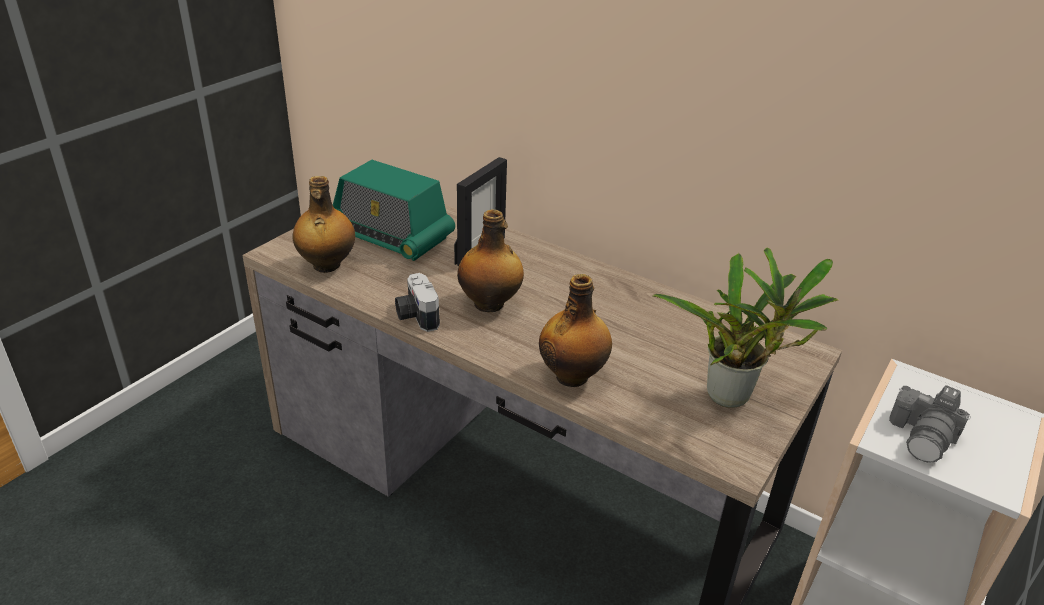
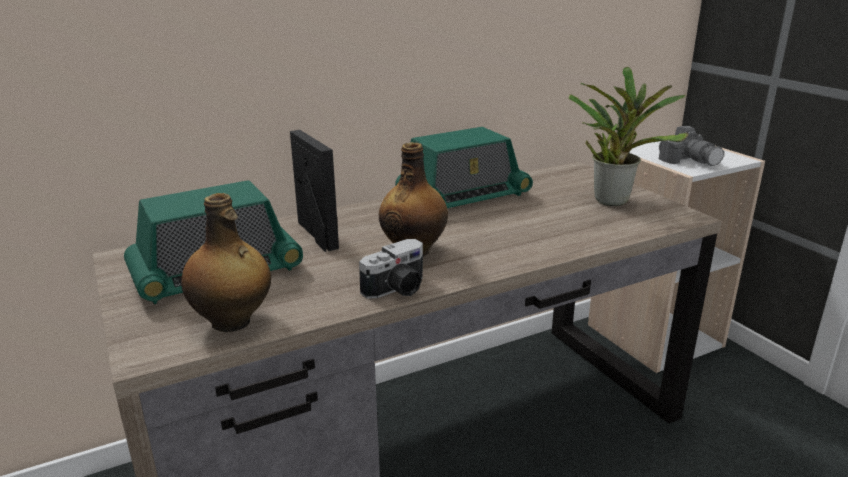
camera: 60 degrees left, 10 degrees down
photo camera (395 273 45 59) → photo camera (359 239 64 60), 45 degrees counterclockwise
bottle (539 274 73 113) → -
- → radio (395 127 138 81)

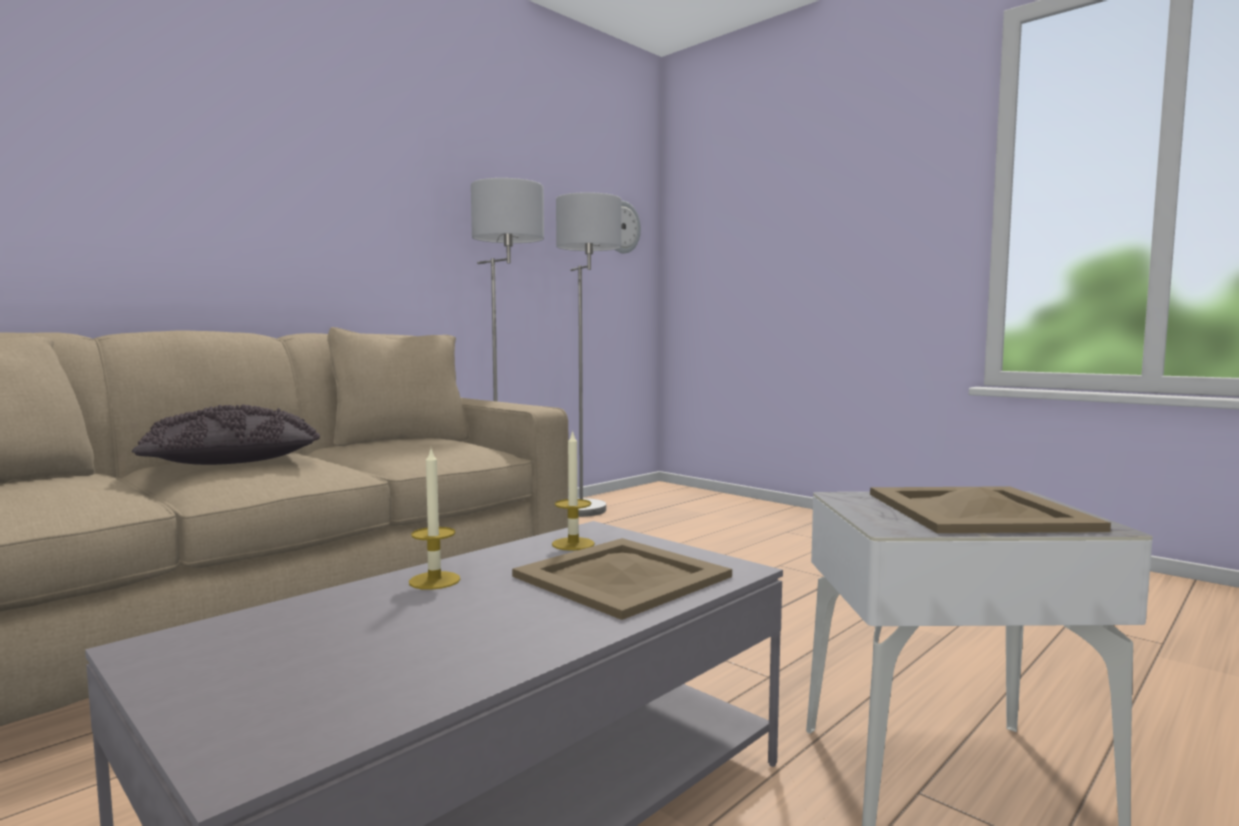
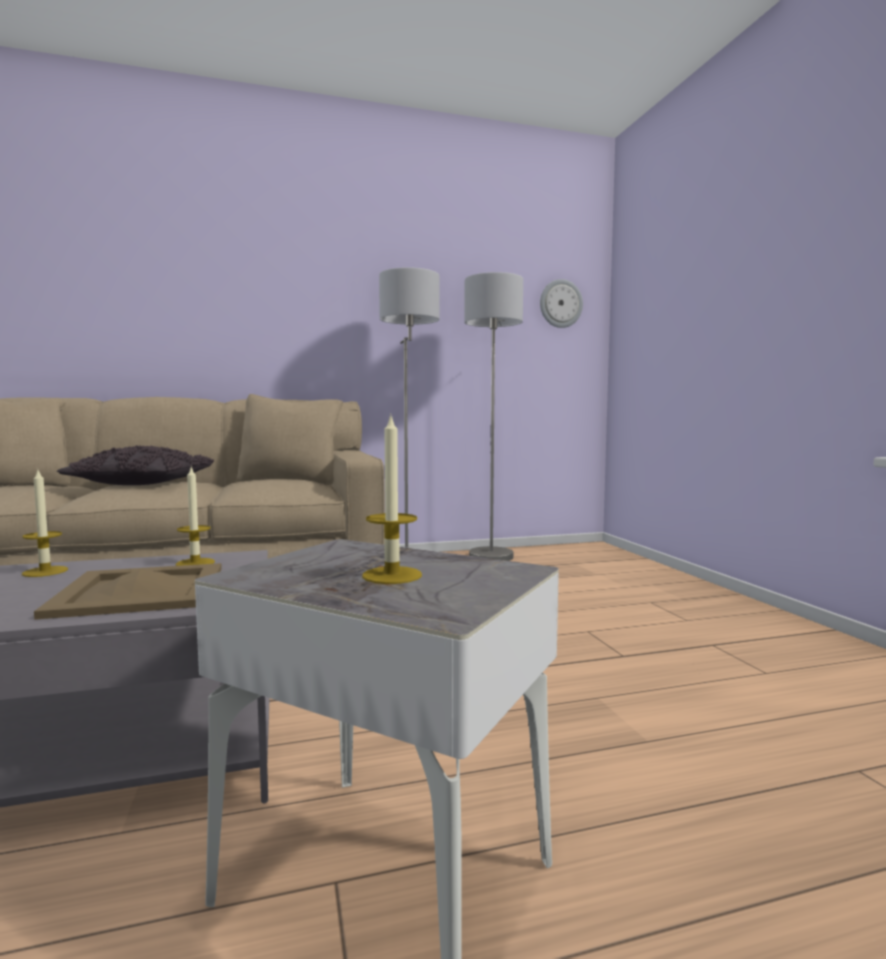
camera: 30 degrees right, 0 degrees up
beige tray (870 486 241 47) → candle (362 413 60 171)

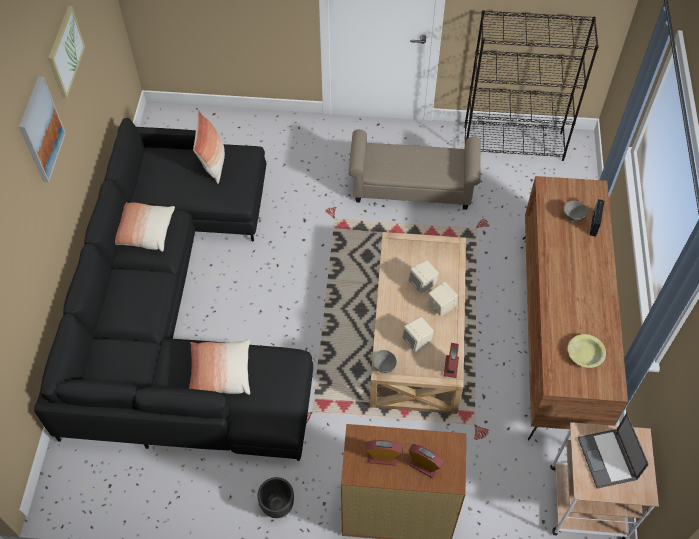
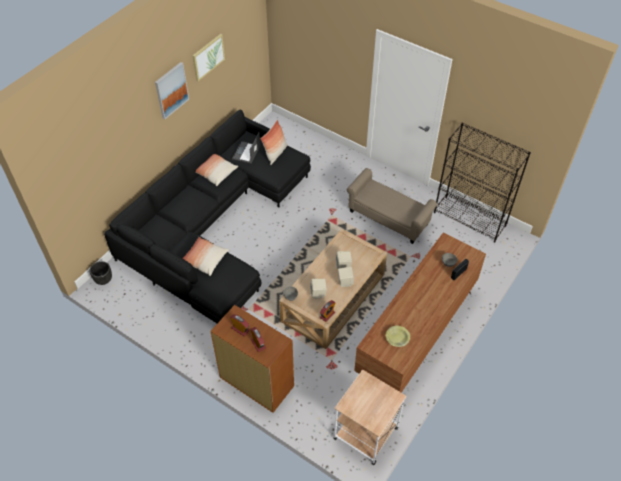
camera: 30 degrees right, 5 degrees down
laptop (578 413 71 76) → laptop (232 133 28 30), moved
black planter (257 477 37 41) → black planter (90 261 22 24), moved

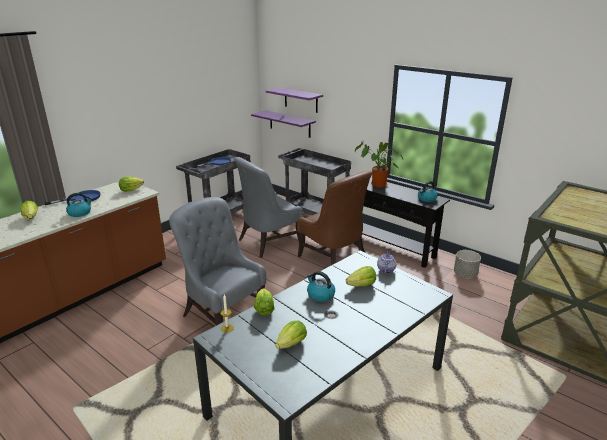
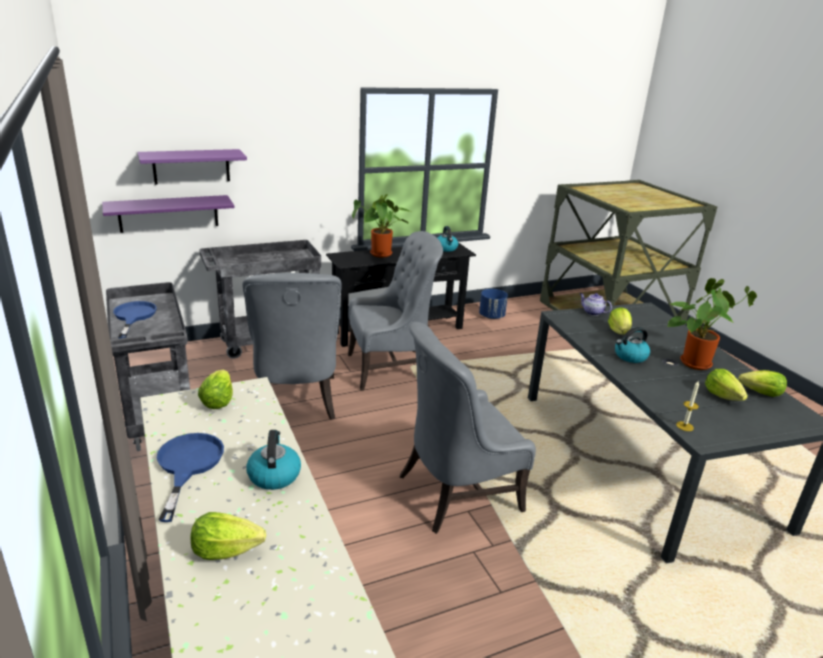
camera: 65 degrees left, 0 degrees up
brown chair (297 171 75 94) → grey chair (348 231 95 160)
grey planter (454 250 27 28) → blue planter (479 289 29 30)
lettuce (254 288 20 28) → lettuce (739 370 48 27), moved
- → potted plant (667 278 90 92)

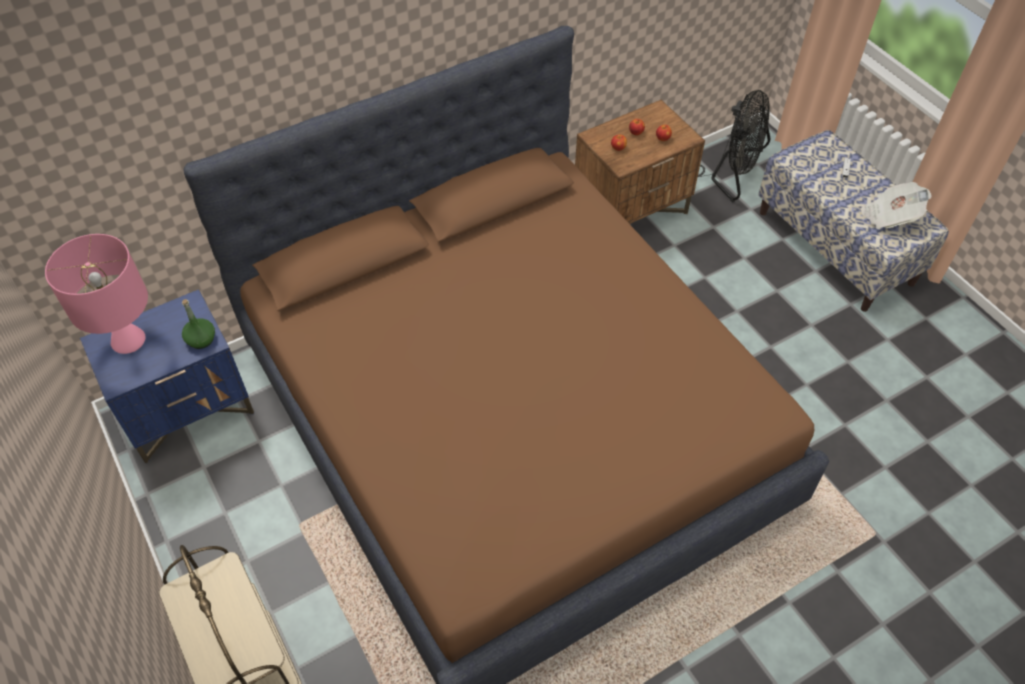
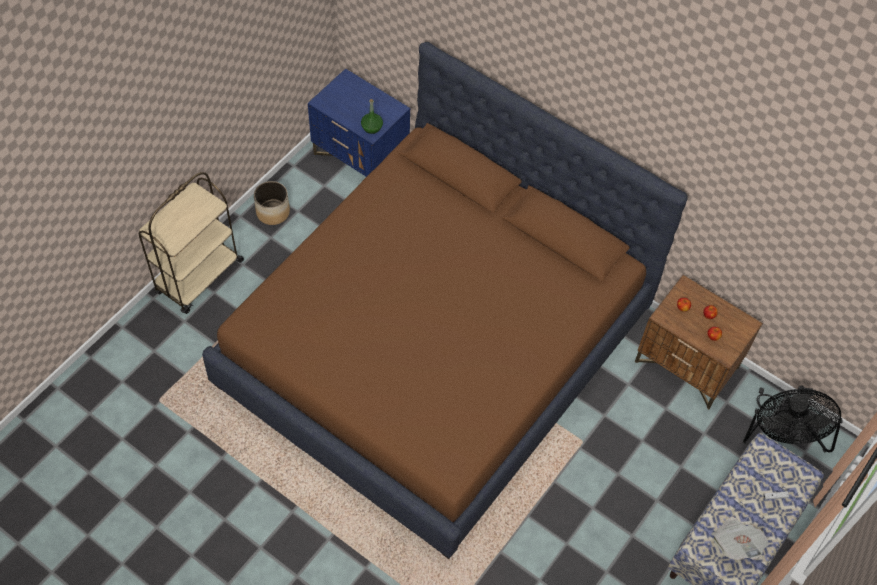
camera: 65 degrees right, 5 degrees up
pink table lamp (45 234 103 120) → -
- → planter (254 181 36 44)

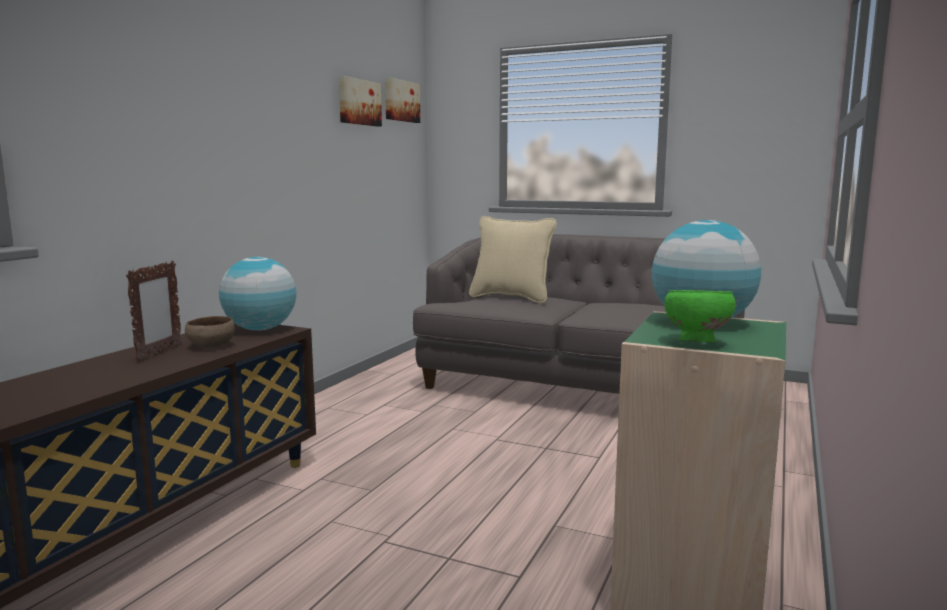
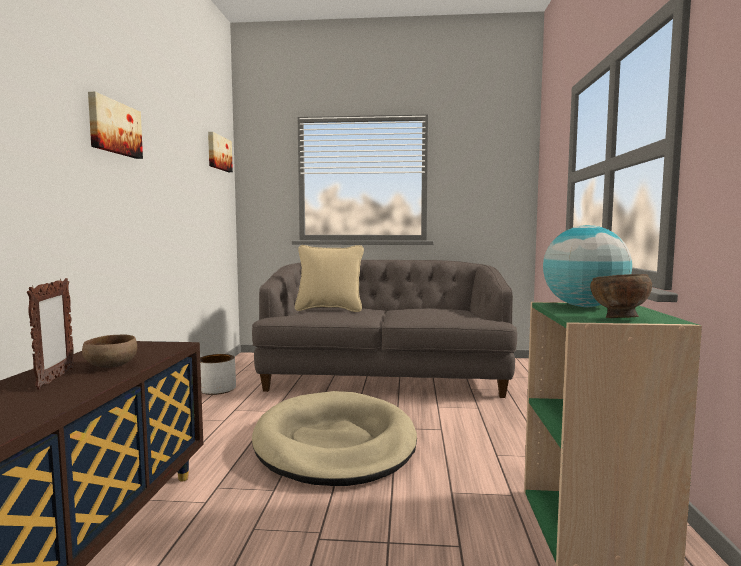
camera: 20 degrees left, 5 degrees down
picture (339 76 43 50) → picture (88 92 55 67), moved
globe (219 257 77 74) → -
green bowl (664 290 72 53) → brown bowl (590 274 62 44)
- → white planter (200 354 36 41)
- → beige dog bed (252 391 165 95)

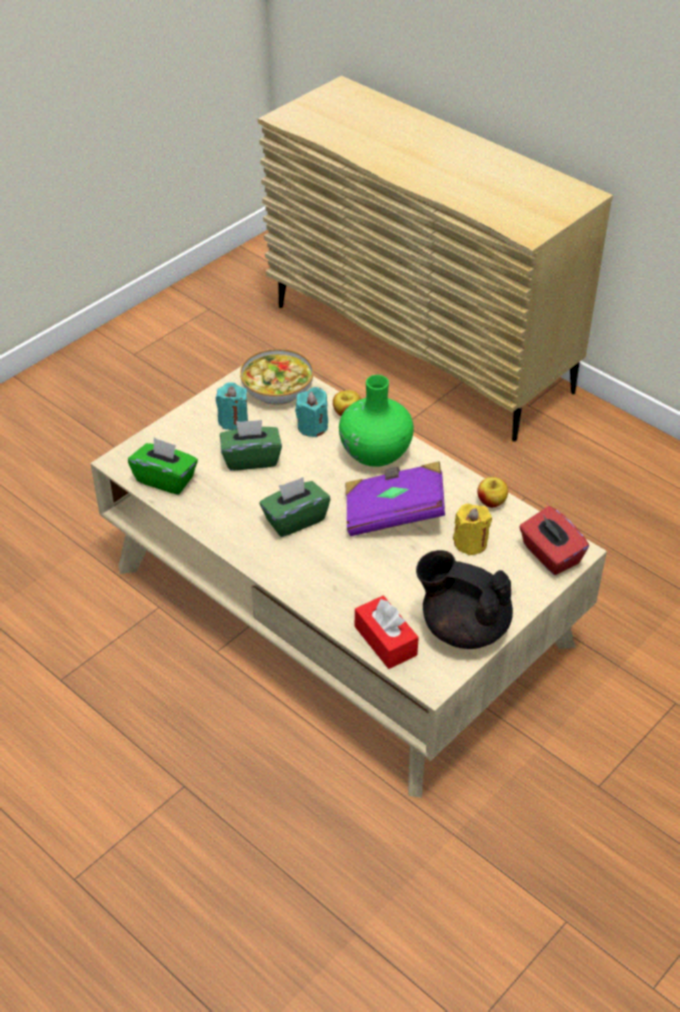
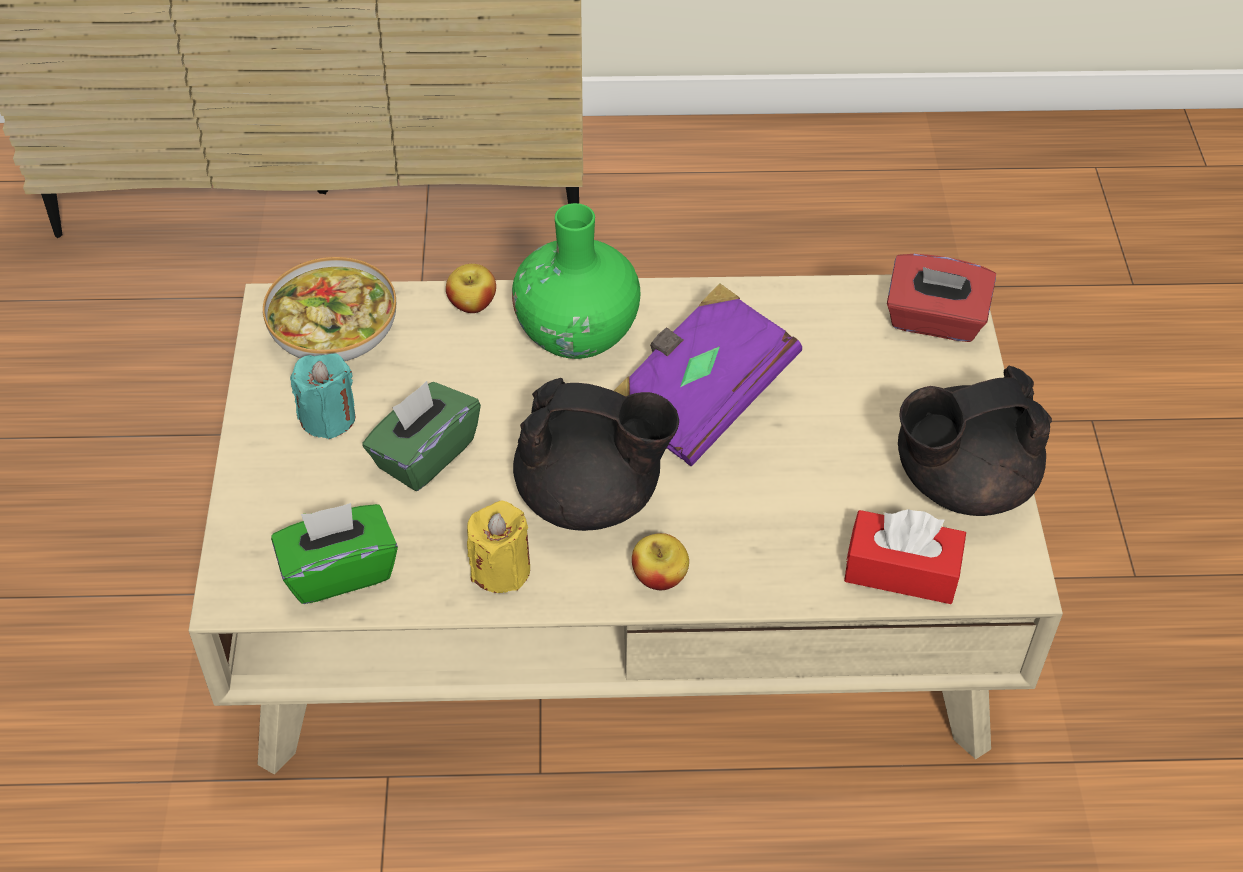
camera: 45 degrees left, 5 degrees up
turquoise candle (295 387 33 50) → -
green tissue box (259 477 71 60) → black teapot (513 378 166 153)
apple (477 477 31 31) → apple (632 533 57 57), moved
yellow candle (453 503 39 52) → yellow candle (467 501 63 92), moved

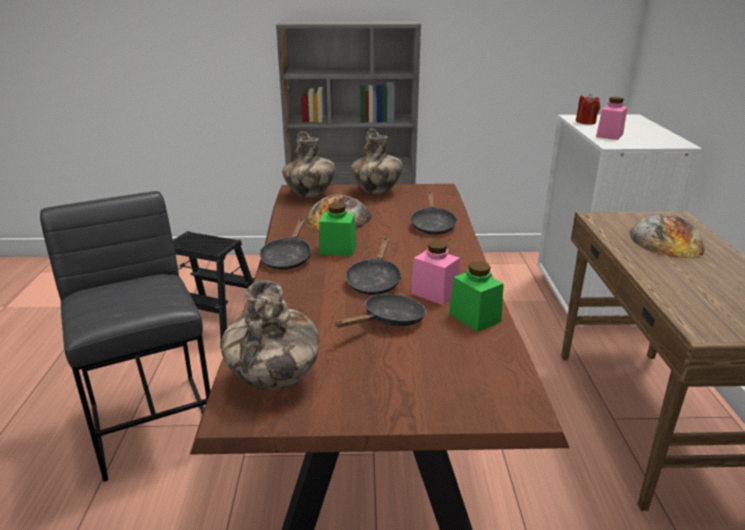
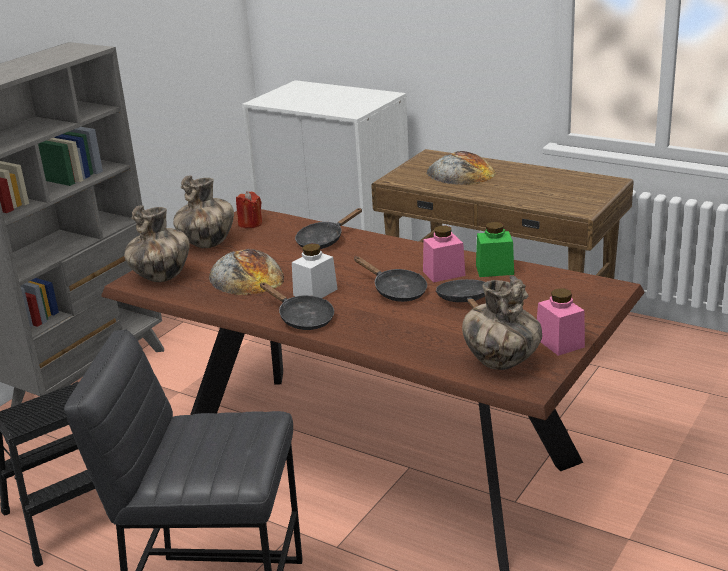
camera: 55 degrees left, 0 degrees up
red candle (576 94 24 31) → red candle (236 191 26 37), moved
pink jar (596 97 31 43) → pink jar (537 288 48 68), moved
black frying pan (410 192 47 43) → black frying pan (295 208 67 41), 105 degrees clockwise
green jar (319 203 38 53) → white jar (292 244 45 54)

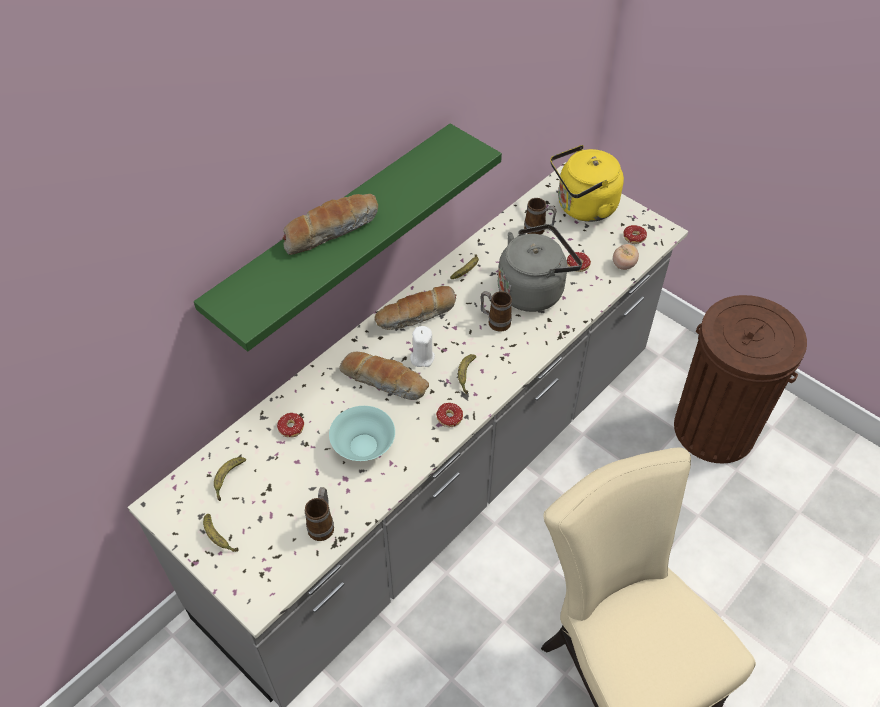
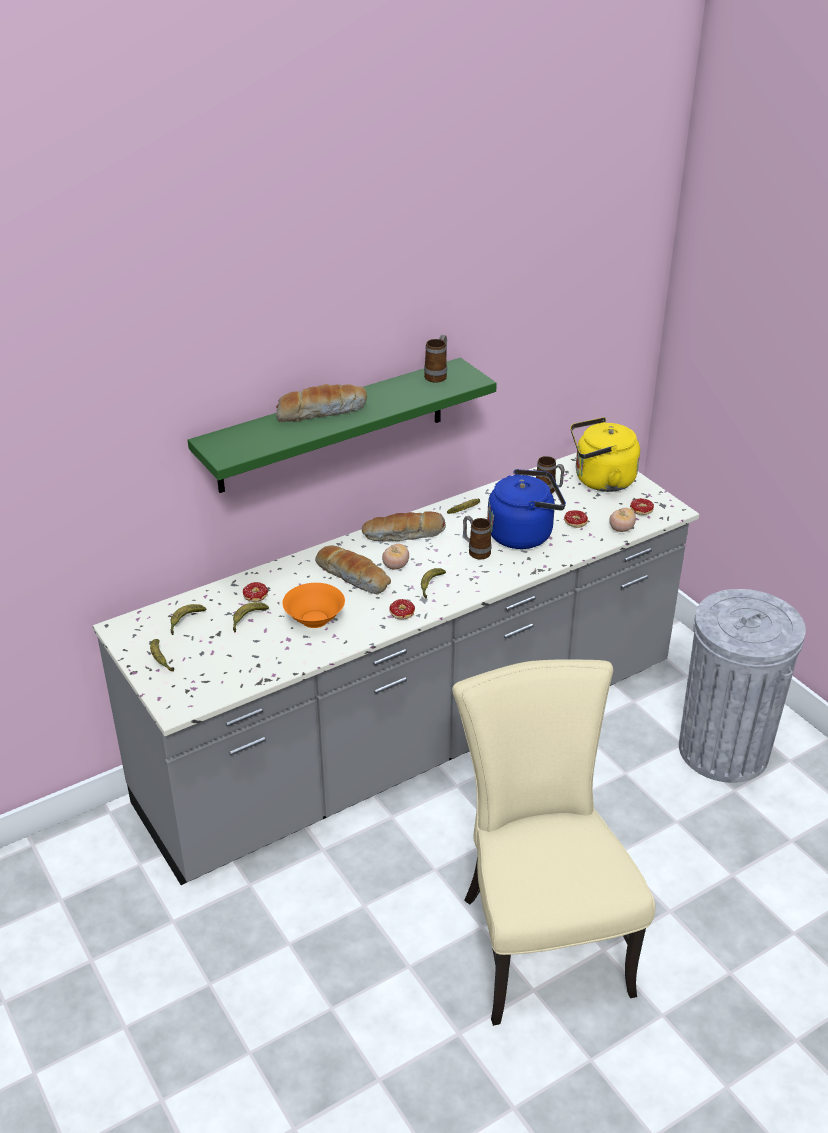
camera: 15 degrees right, 15 degrees down
grey kettle (498 224 84 88) → blue kettle (487 469 79 80)
brown trash can (674 295 133 168) → grey trash can (679 589 127 194)
white candle (410 326 25 41) → tomato (382 544 27 26)
turquoise bowl (329 406 66 55) → orange bowl (283 583 62 45)
mug (305 487 29 54) → mug (424 335 23 48), moved
- → banana (233 602 36 30)

